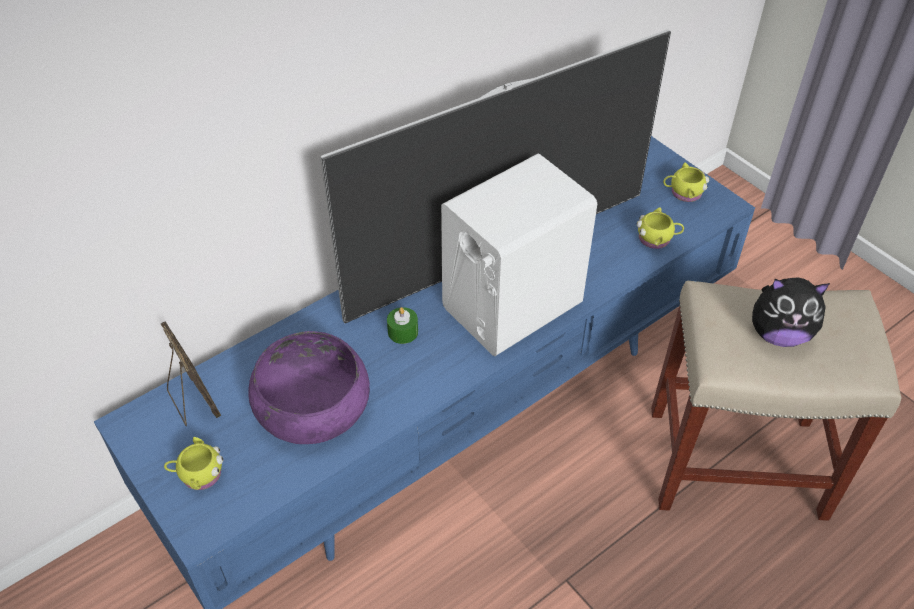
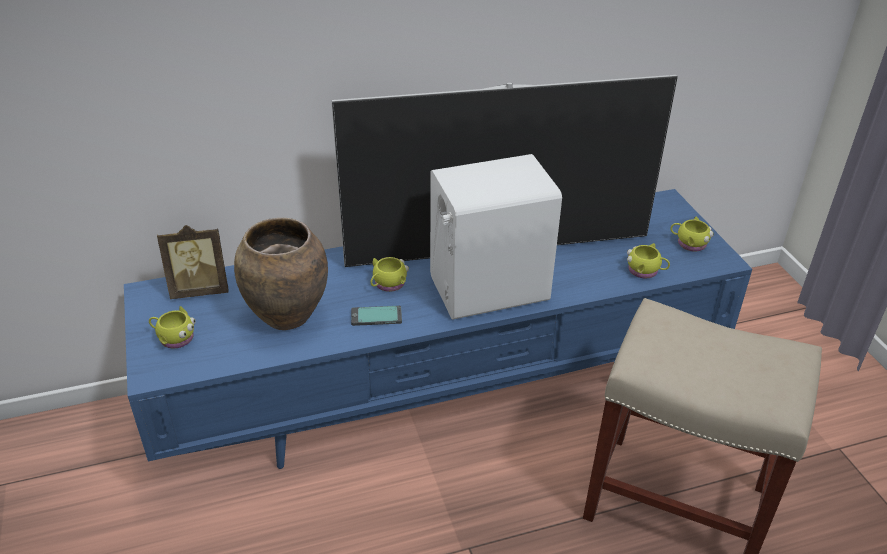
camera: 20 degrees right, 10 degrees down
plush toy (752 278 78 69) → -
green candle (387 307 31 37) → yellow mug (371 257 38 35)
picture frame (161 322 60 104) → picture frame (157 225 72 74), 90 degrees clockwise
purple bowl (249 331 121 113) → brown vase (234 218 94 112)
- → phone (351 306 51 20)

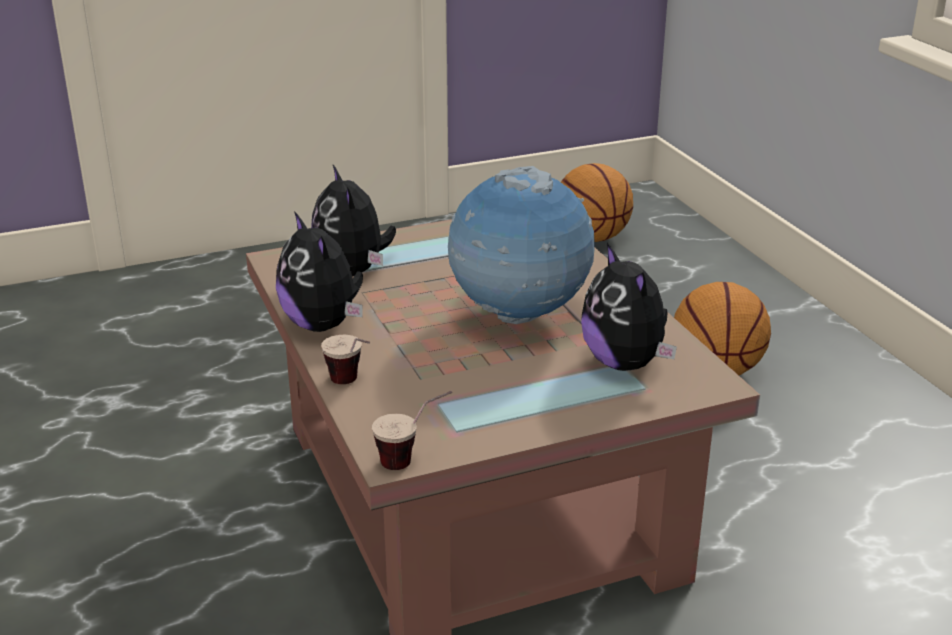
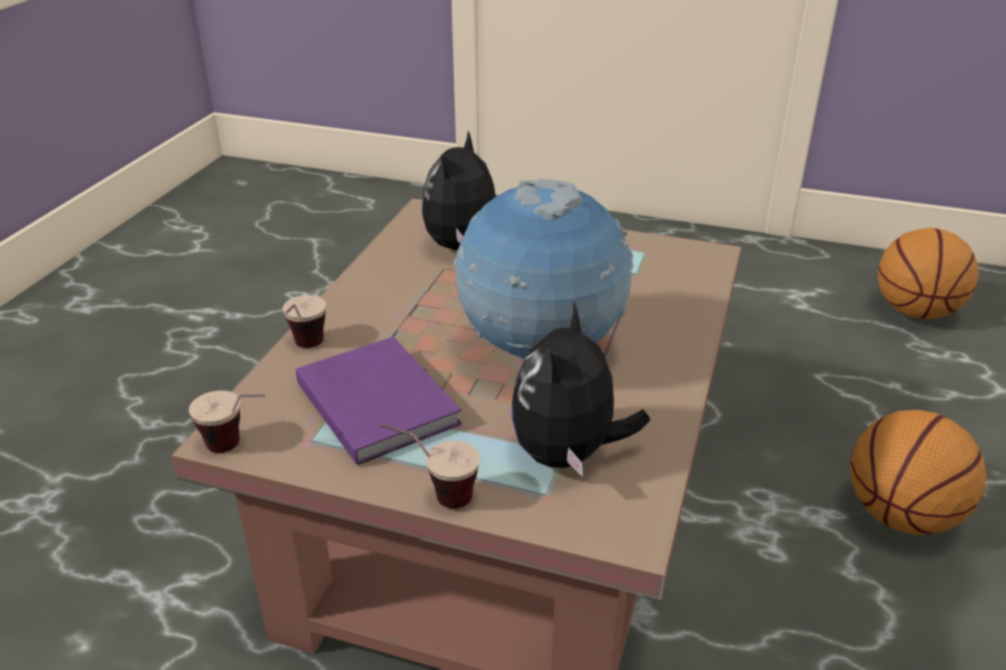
camera: 40 degrees right, 5 degrees up
plush toy (276 211 87 121) → -
- → purple book (296 336 166 129)
- → cup (380 423 100 86)

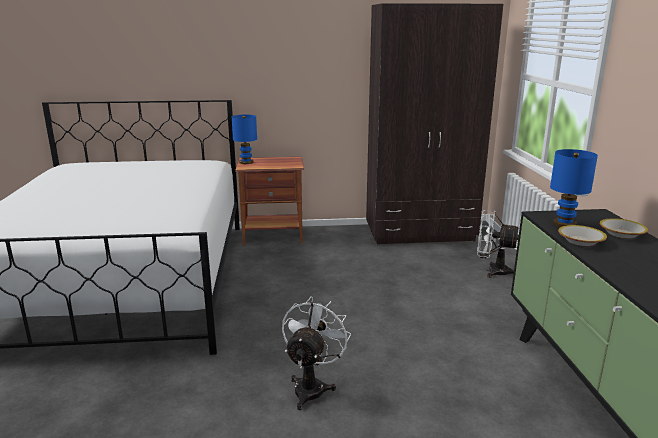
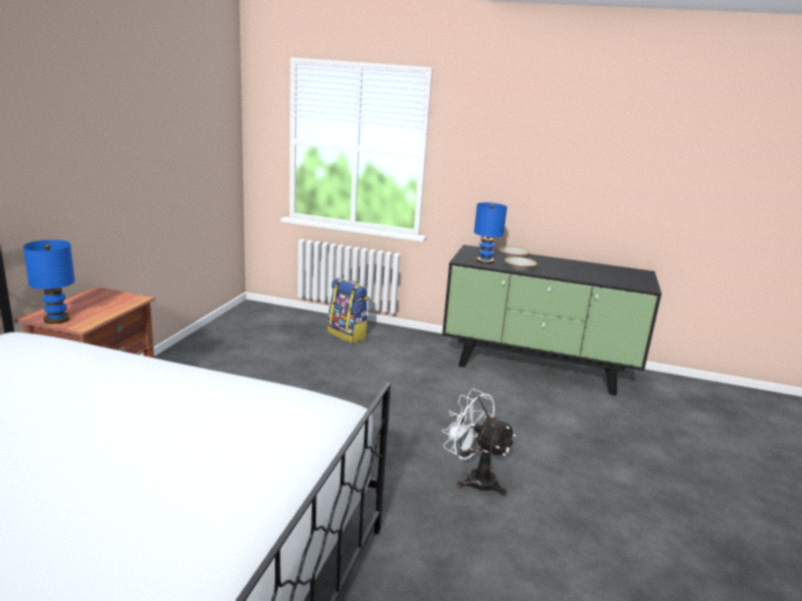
camera: 70 degrees left, 0 degrees up
brown wardrobe (366 3 137 242) → -
white fan (477 210 43 68) → backpack (328 278 41 65)

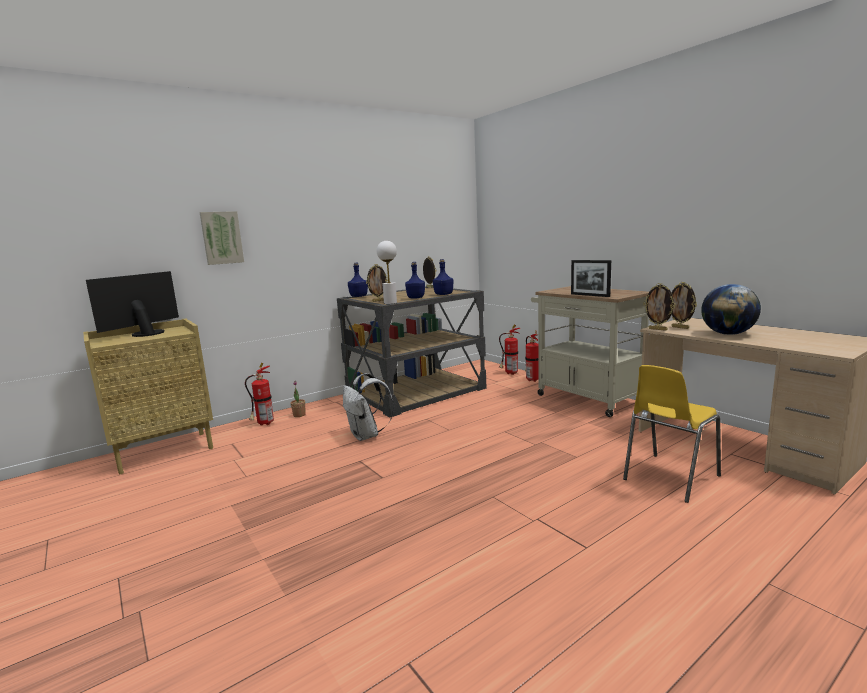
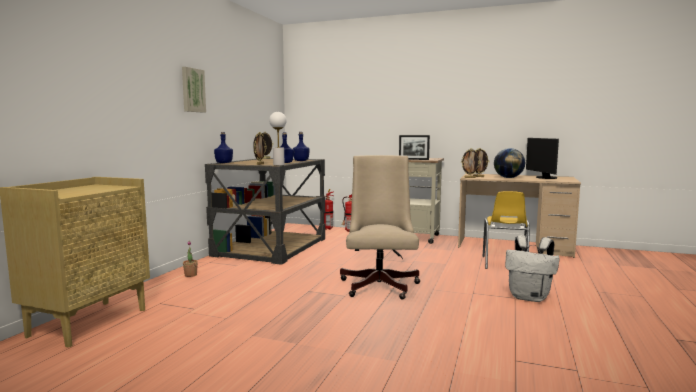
camera: 35 degrees left, 5 degrees down
picture (200 211 44 54) → picture (182 67 24 46), moved
monitor (86 271 93 66) → monitor (526 138 33 41), moved
fire extinguisher (245 363 29 63) → -
white backpack (343 373 51 68) → white backpack (505 235 55 67), moved
- → beige office chair (340 155 80 145)

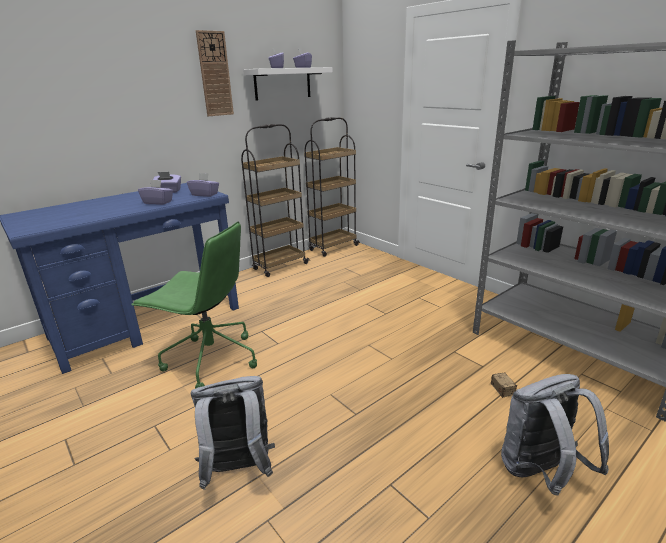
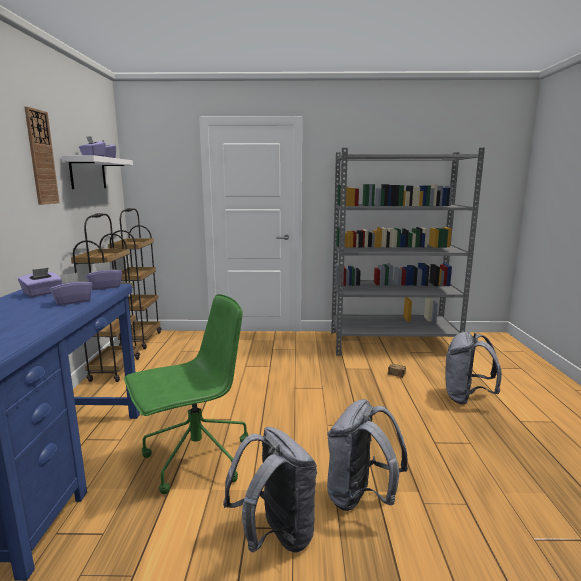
camera: 50 degrees left, 10 degrees down
- → grey backpack (223 427 94 126)

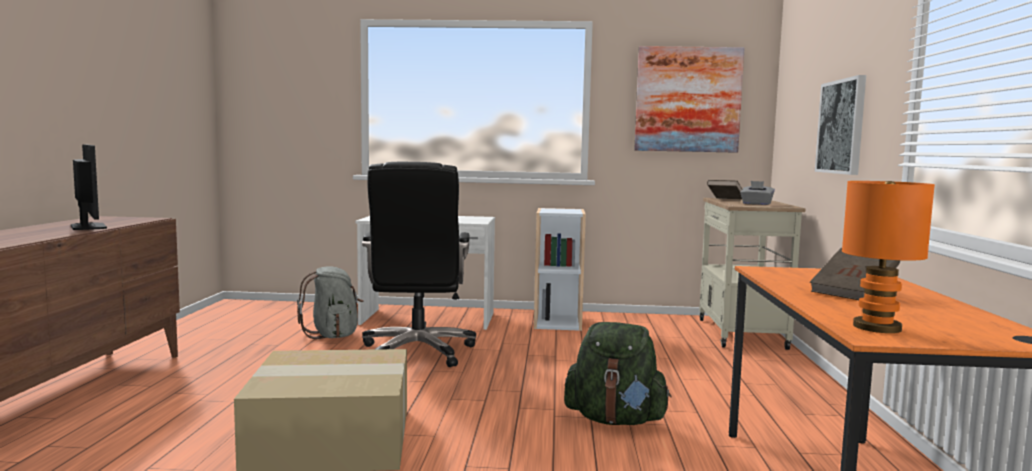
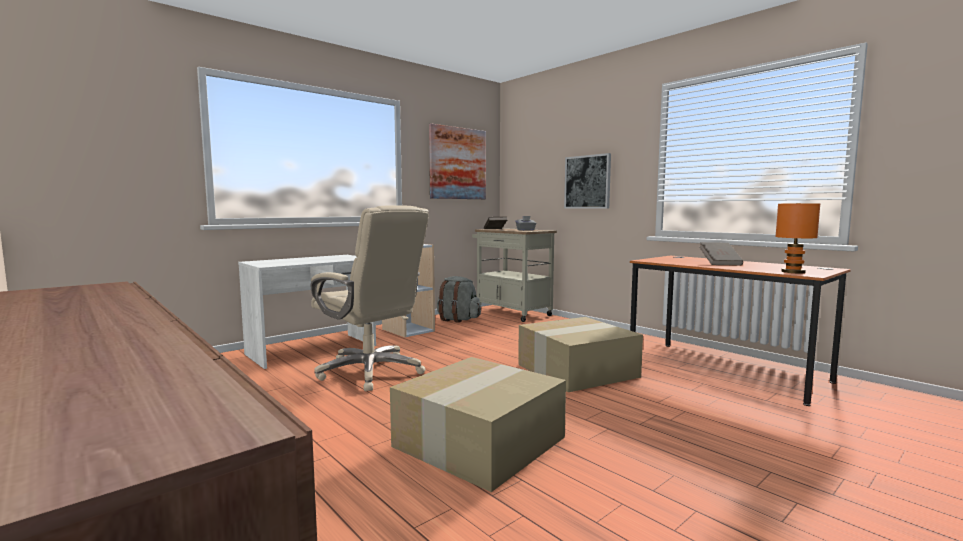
camera: 45 degrees left, 0 degrees up
monitor (71 144 36 86) → -
black office chair (362 162 114 205) → beige office chair (311 205 118 186)
grey backpack (297 267 67 72) → grey backpack (437 276 44 47), moved
green backpack (564 322 108 103) → cardboard box (518 317 125 75)

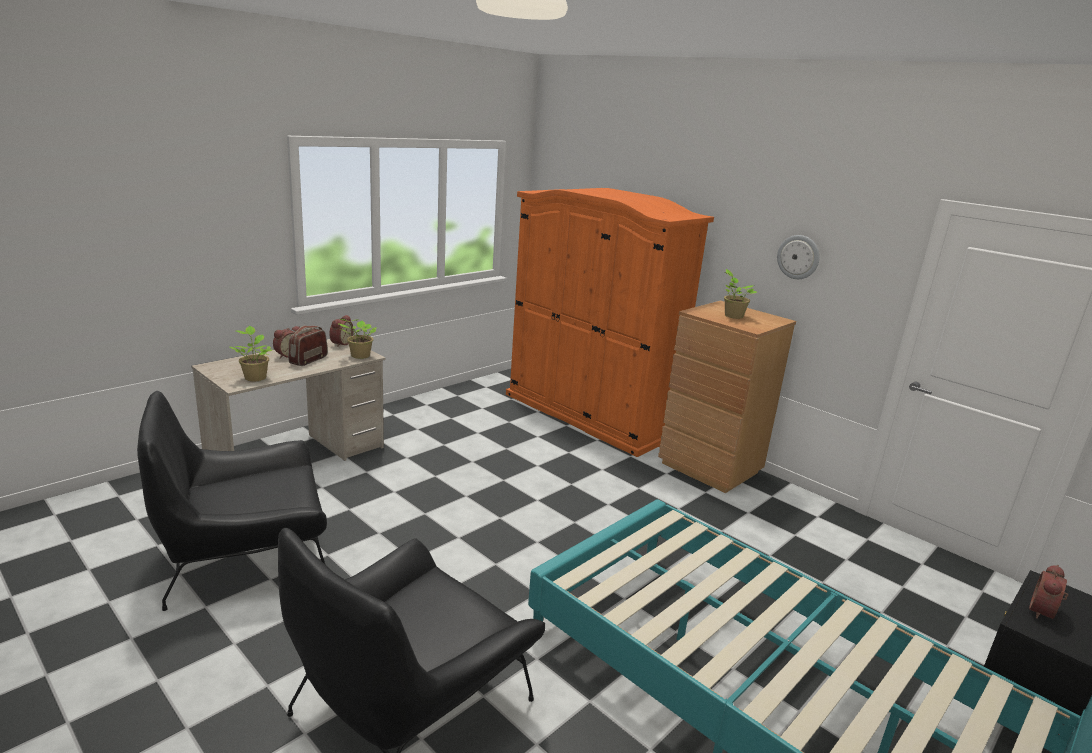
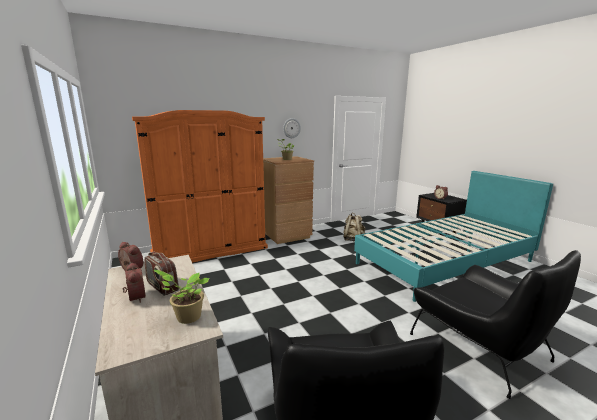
camera: 70 degrees left, 5 degrees down
potted plant (339 319 38 40) → -
- → beige backpack (343 213 23 29)

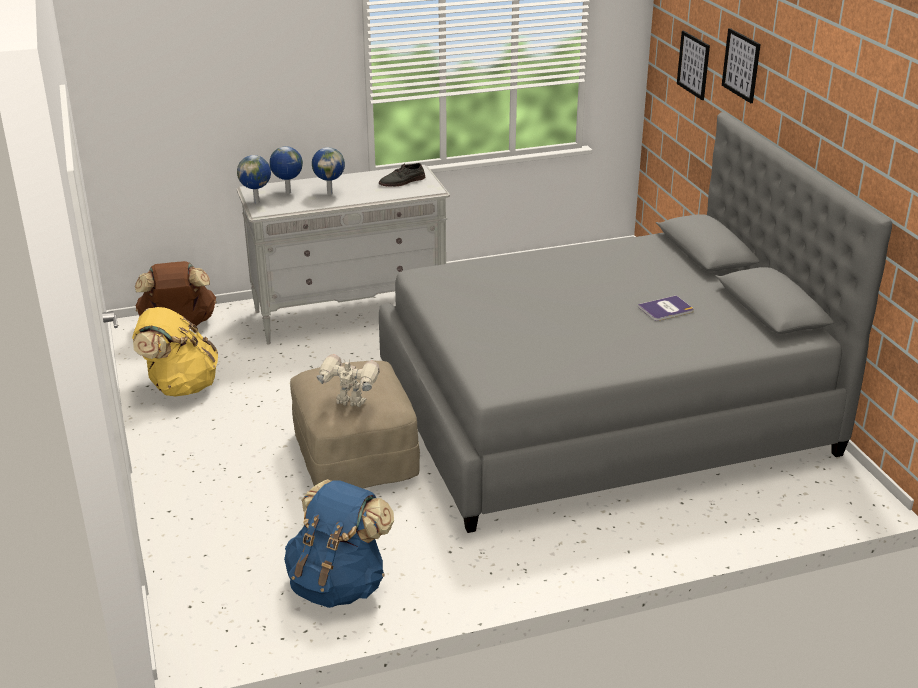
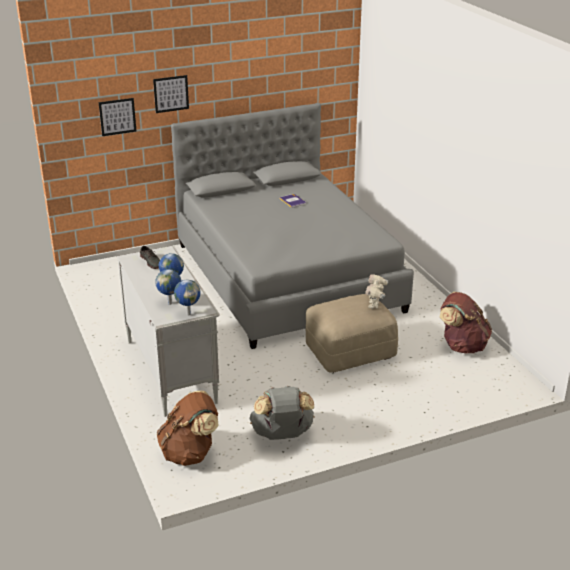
camera: 95 degrees left, 0 degrees up
yellow backpack (132 307 86 89) → grey backpack (249 386 65 54)
blue backpack (284 479 110 129) → brown backpack (440 292 52 62)

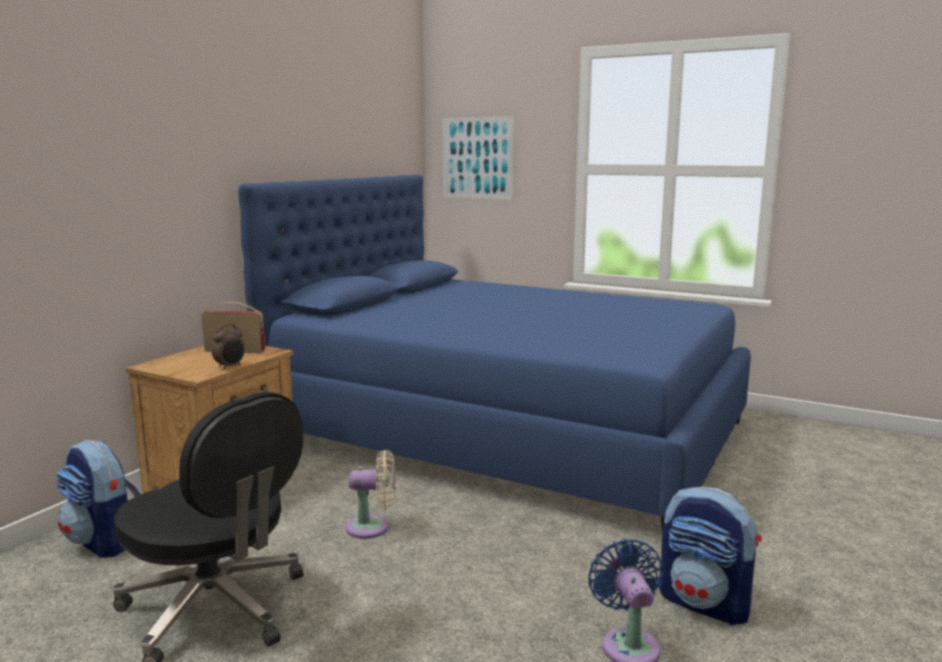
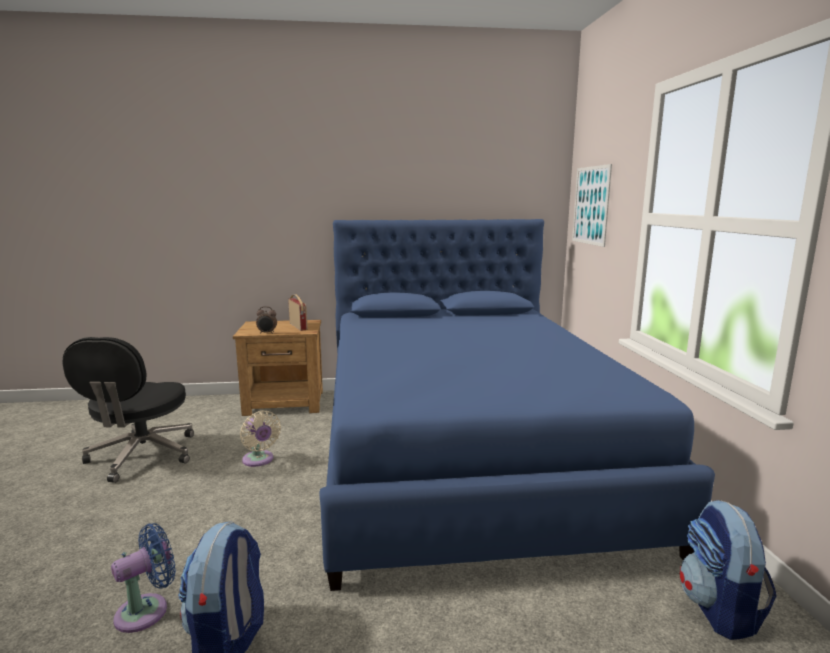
camera: 55 degrees right, 0 degrees up
backpack (56 440 84 118) → backpack (679 500 97 140), moved

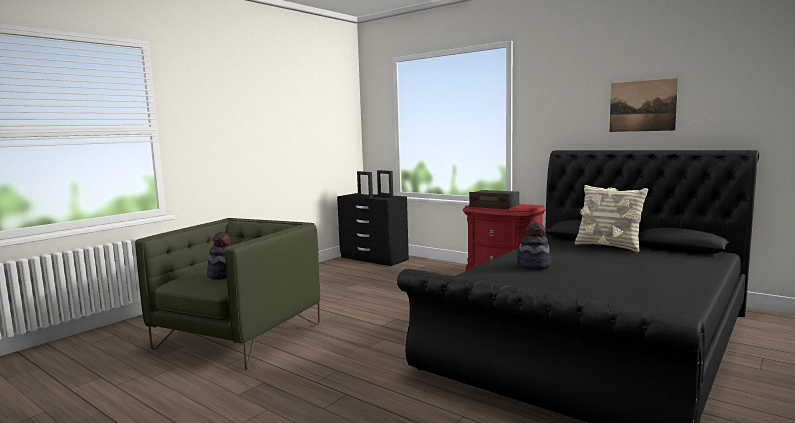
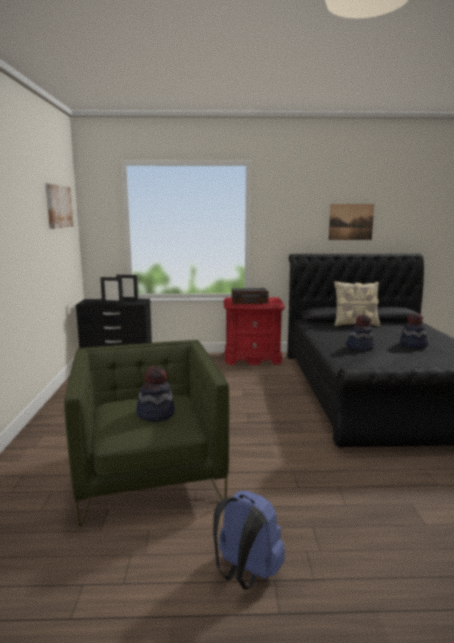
camera: 40 degrees left, 5 degrees up
- → picture (45 184 29 45)
- → hat (400 313 28 35)
- → blue backpack (213 491 72 99)

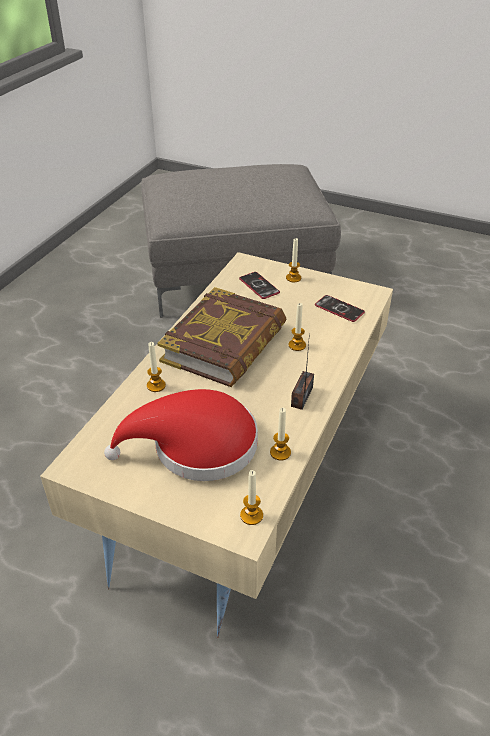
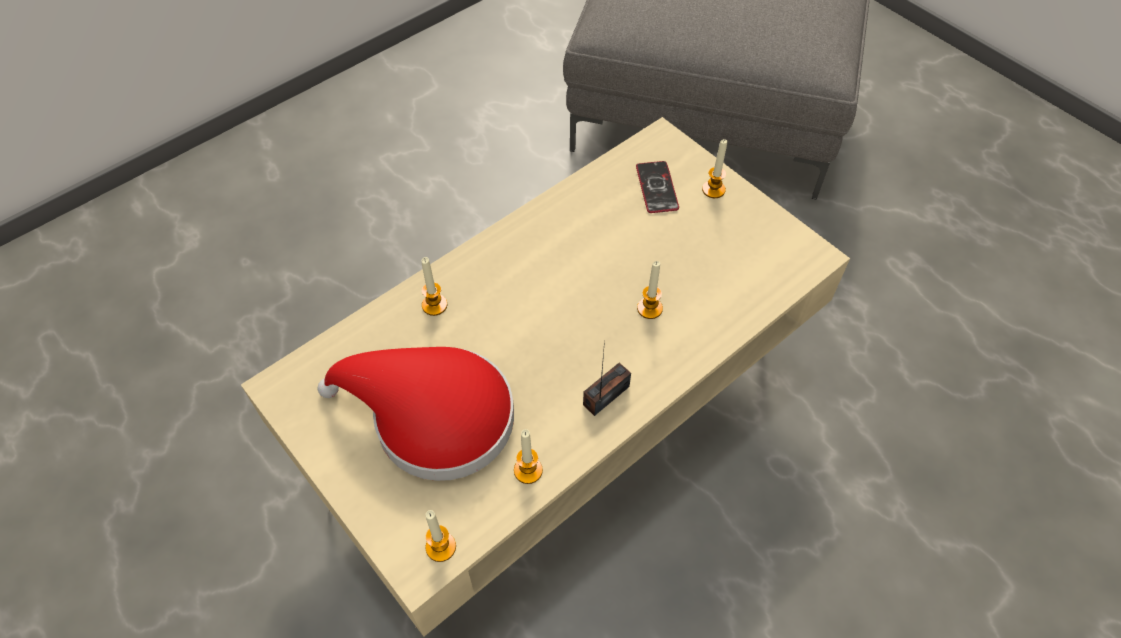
camera: 25 degrees right, 15 degrees up
book (157 287 129 100) → -
phone (315 295 50 27) → -

